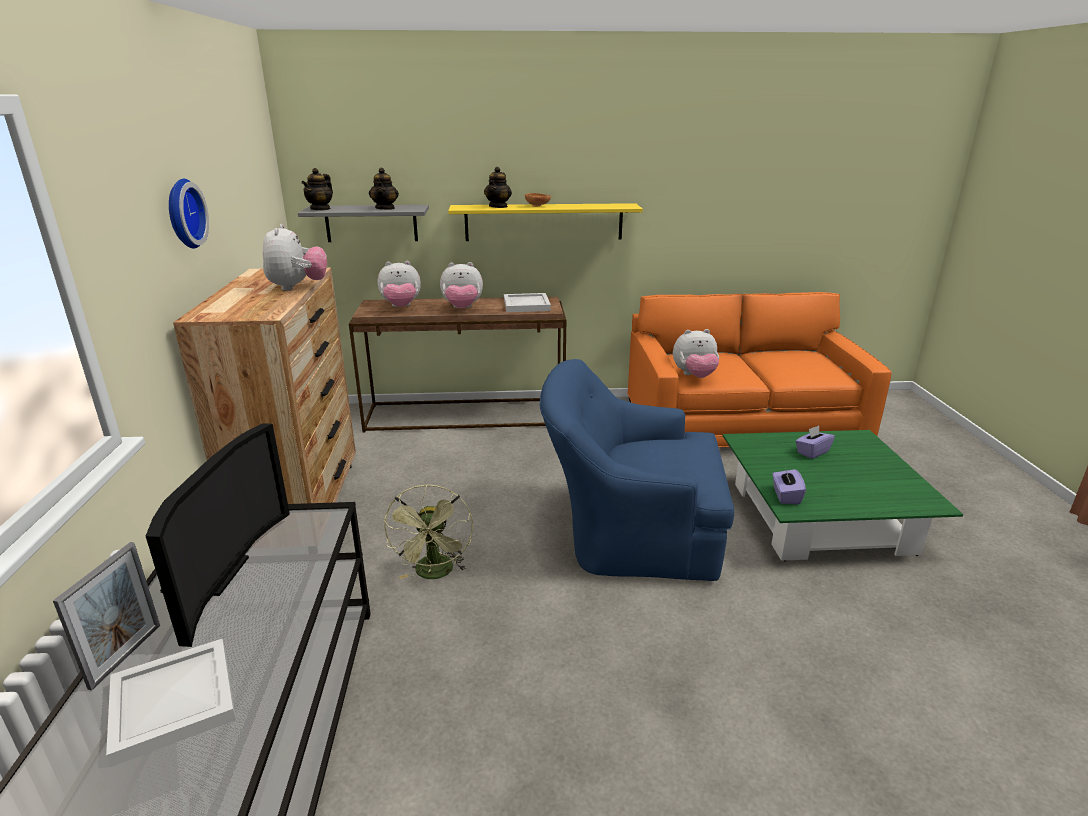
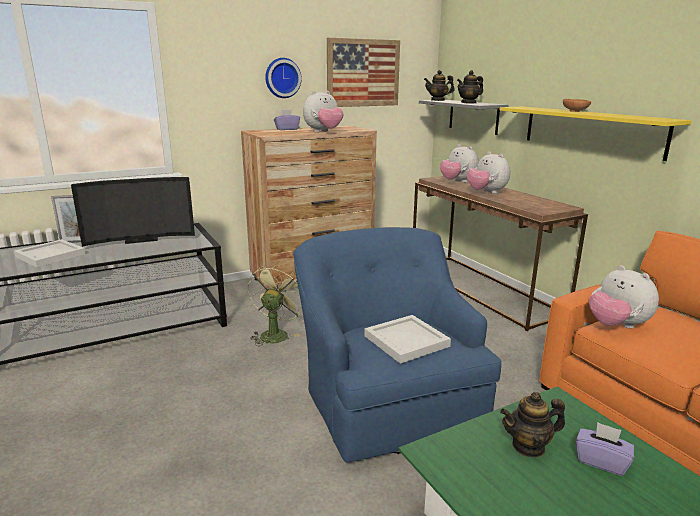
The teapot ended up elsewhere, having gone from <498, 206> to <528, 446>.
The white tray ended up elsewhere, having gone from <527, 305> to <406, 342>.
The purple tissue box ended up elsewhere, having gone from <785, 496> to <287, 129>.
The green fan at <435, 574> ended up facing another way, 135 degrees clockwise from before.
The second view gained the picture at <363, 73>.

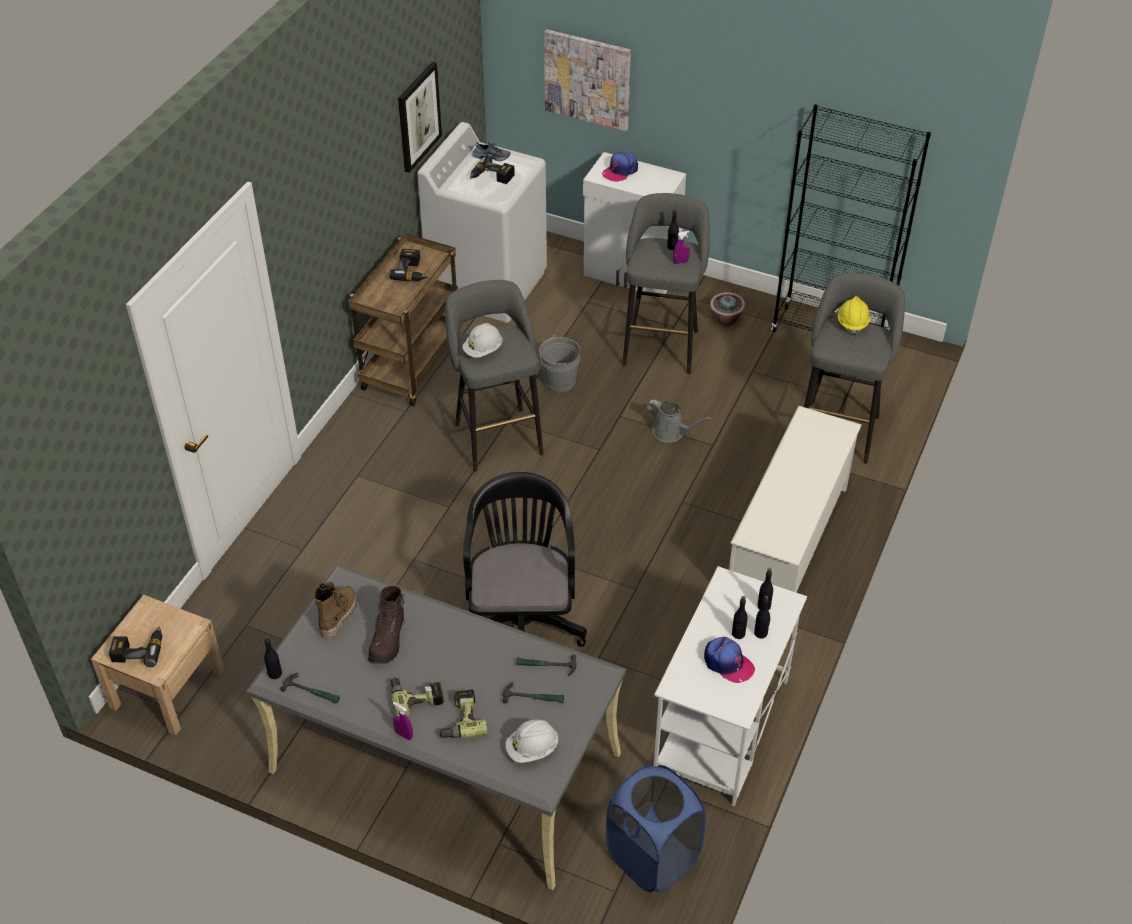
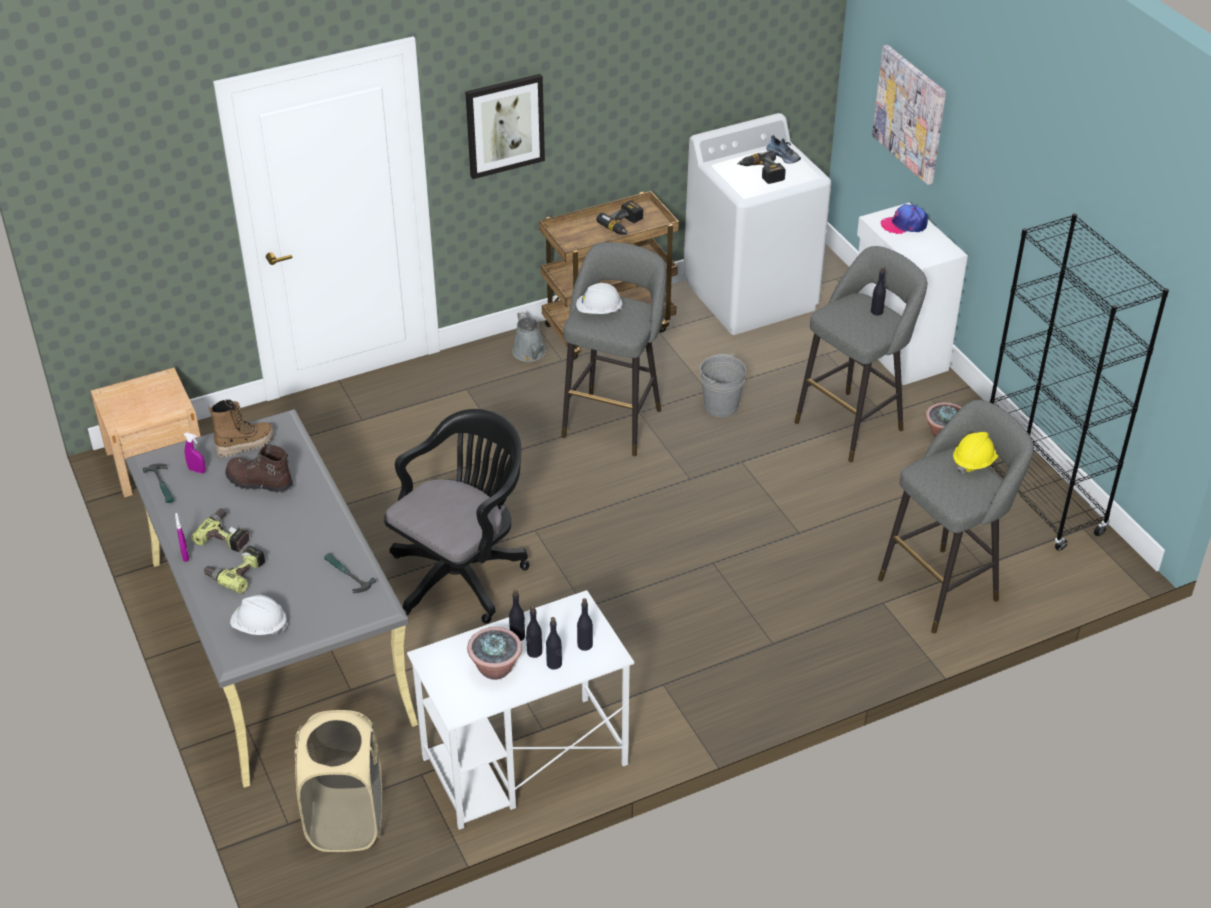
The picture ended up elsewhere, having gone from <418, 116> to <504, 125>.
The purple spray bottle ended up elsewhere, having gone from <681, 262> to <197, 470>.
The grey watering can ended up elsewhere, having gone from <671, 432> to <530, 353>.
The second view lost the white shoe rack at <788, 542>.
The brown boot at <388, 639> ended up facing another way, 60 degrees clockwise from before.
The second view lost the power drill at <139, 649>.
The black bottle ended up elsewhere, having gone from <275, 673> to <517, 636>.
Where the cap stood at <728, 663>, the potted plant came to stand at <496, 668>.
The second view lost the hammer at <533, 697>.
What was the blue laundry basket at <653, 857> turned into the beige laundry basket at <346, 820>.

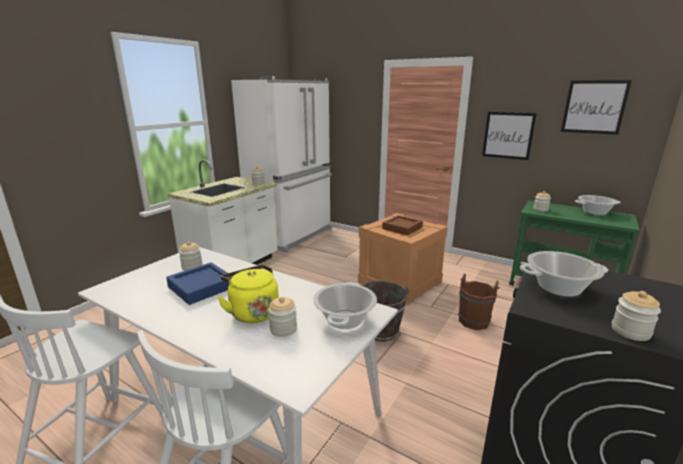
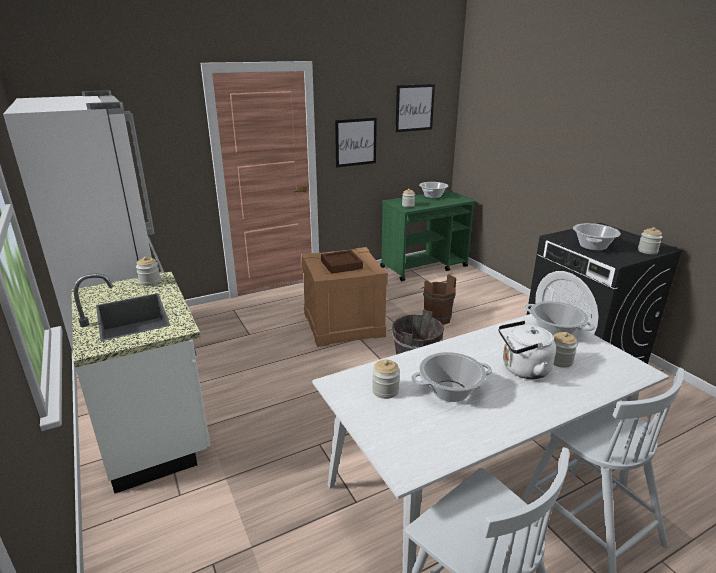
Where the blue tray stood at <201, 287>, the cooking pot came to stand at <450, 391>.
What was the yellow kettle at <253, 312> turned into the white kettle at <522, 369>.

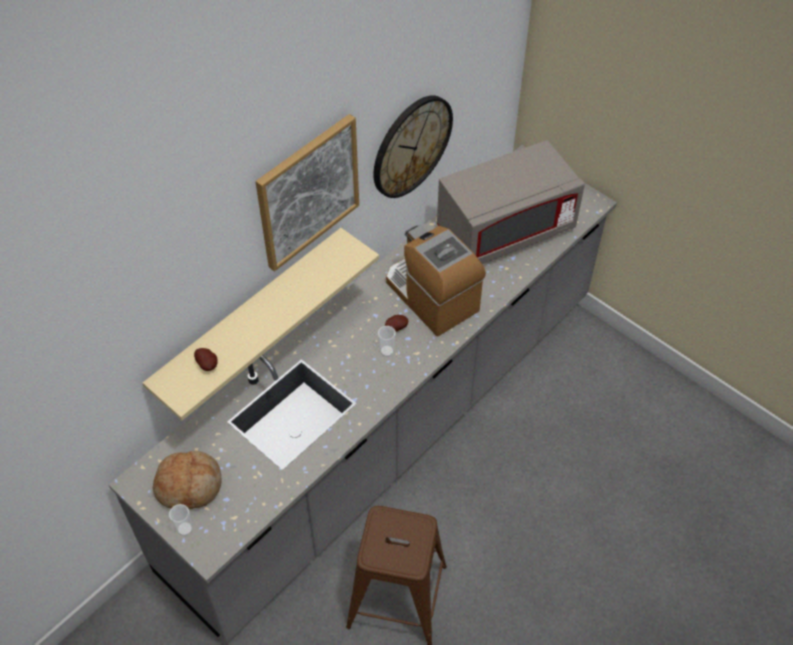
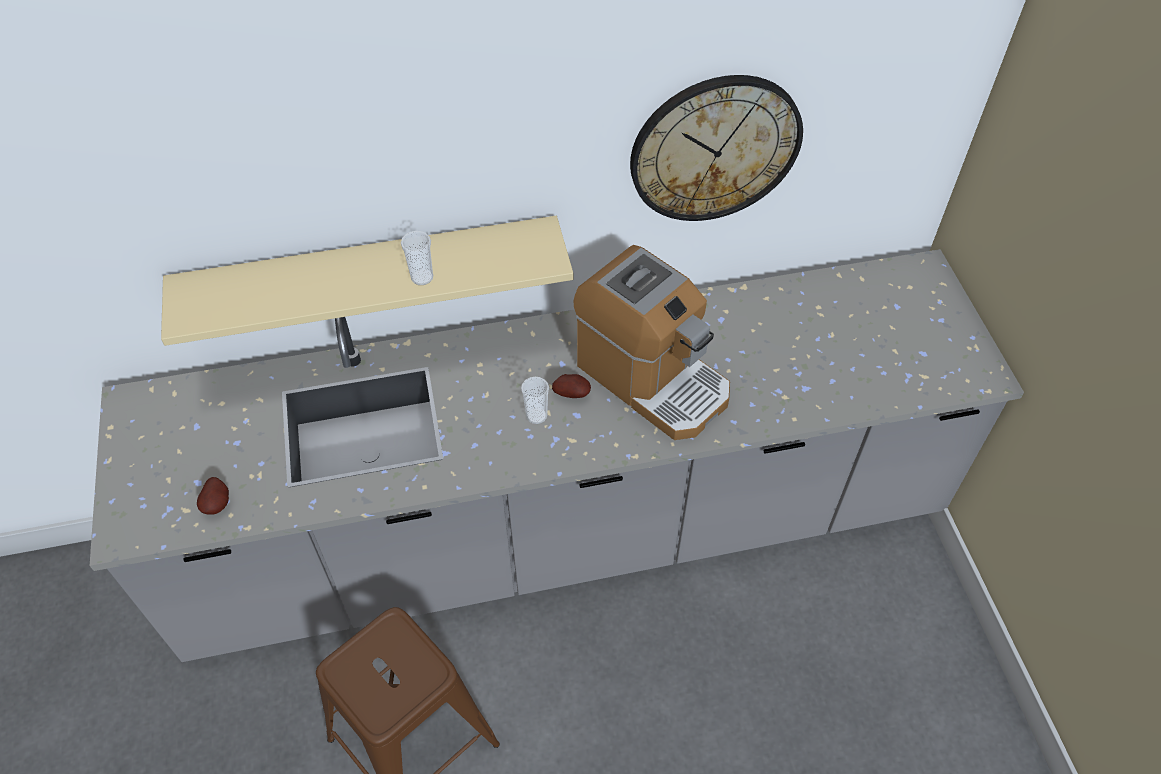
The second view lost the picture at <308, 192>.
The second view lost the grey microwave at <505, 230>.
The coffee machine at <431, 296> ended up facing another way, 135 degrees clockwise from before.
The potato ended up elsewhere, having gone from <208, 364> to <218, 503>.
The second view lost the bread at <189, 485>.
The cup ended up elsewhere, having gone from <185, 529> to <422, 277>.

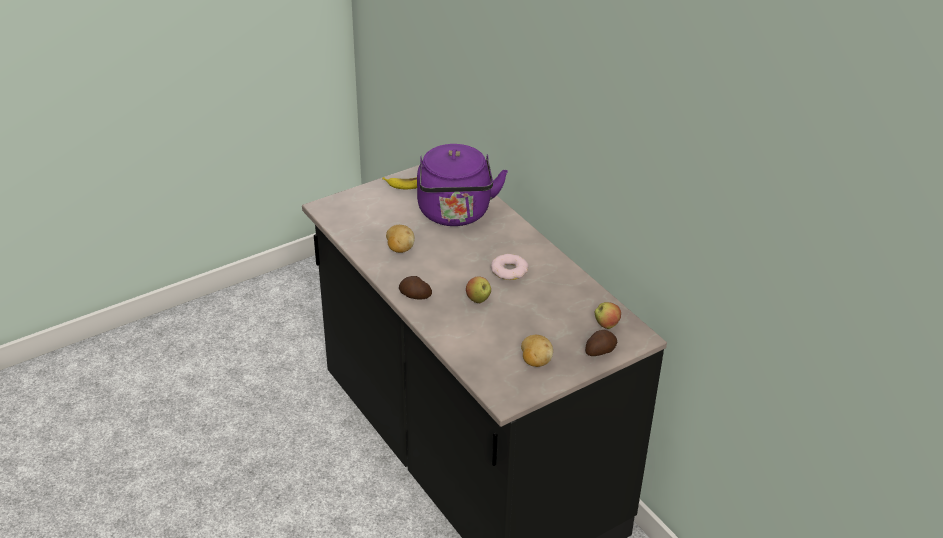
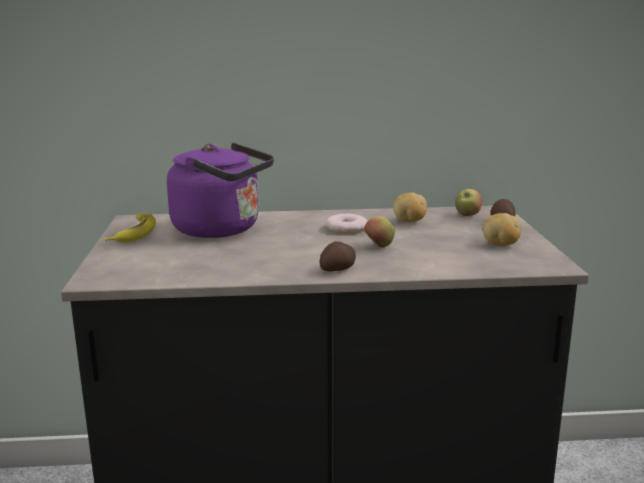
The potato ended up elsewhere, having gone from <399, 249> to <409, 221>.

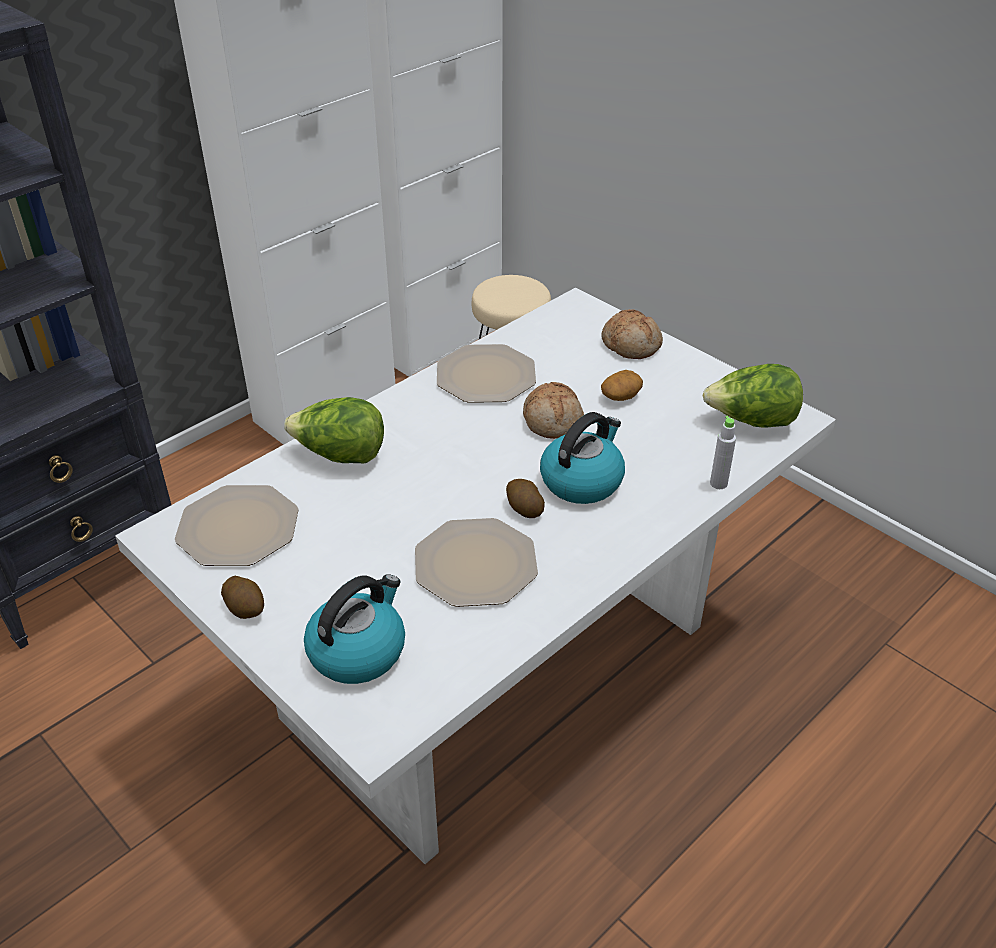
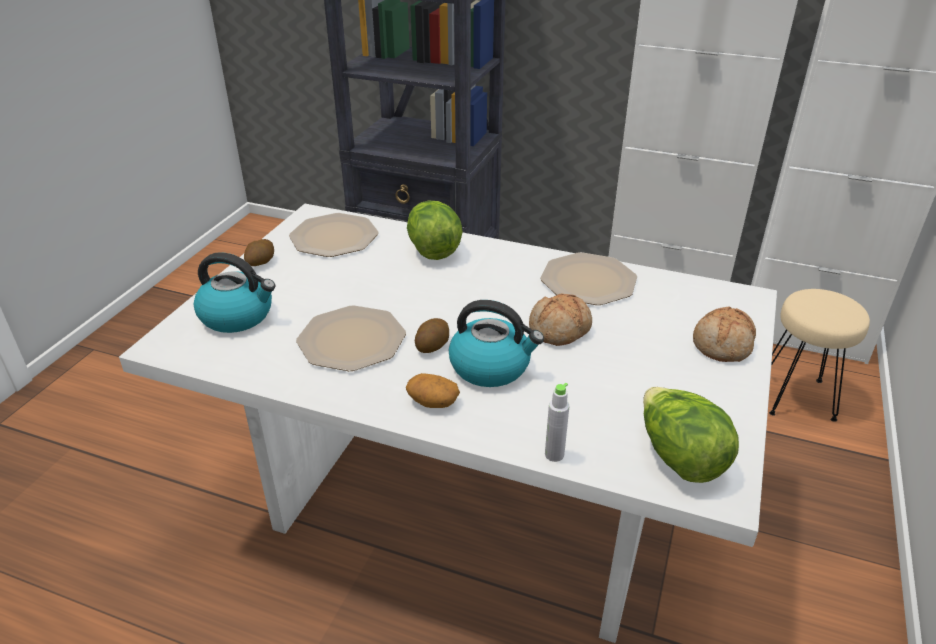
The potato ended up elsewhere, having gone from <621, 396> to <432, 401>.

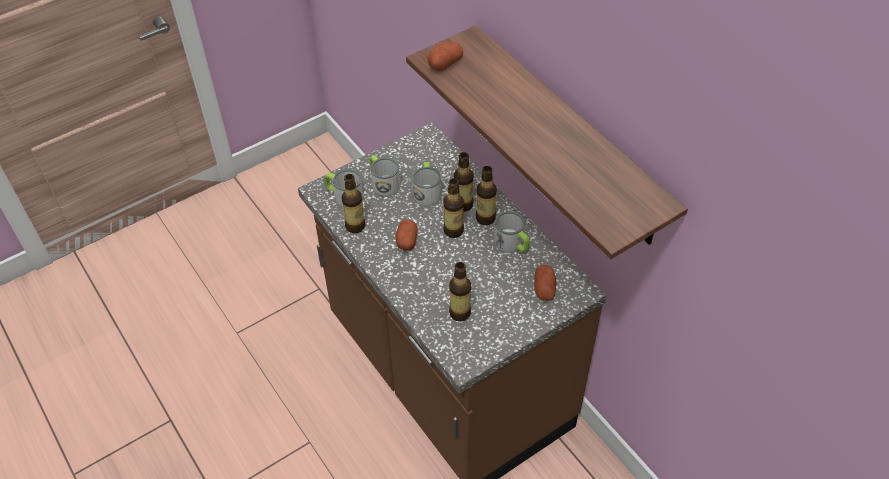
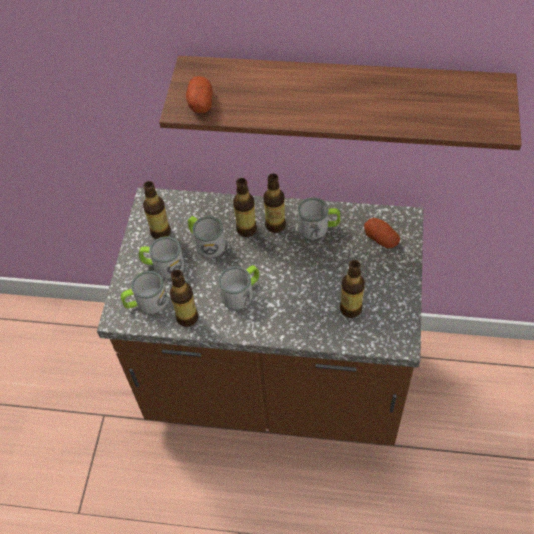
The bottle ended up elsewhere, having gone from <453, 230> to <160, 232>.
Where the potato stood at <406, 240>, the mug came to stand at <241, 292>.

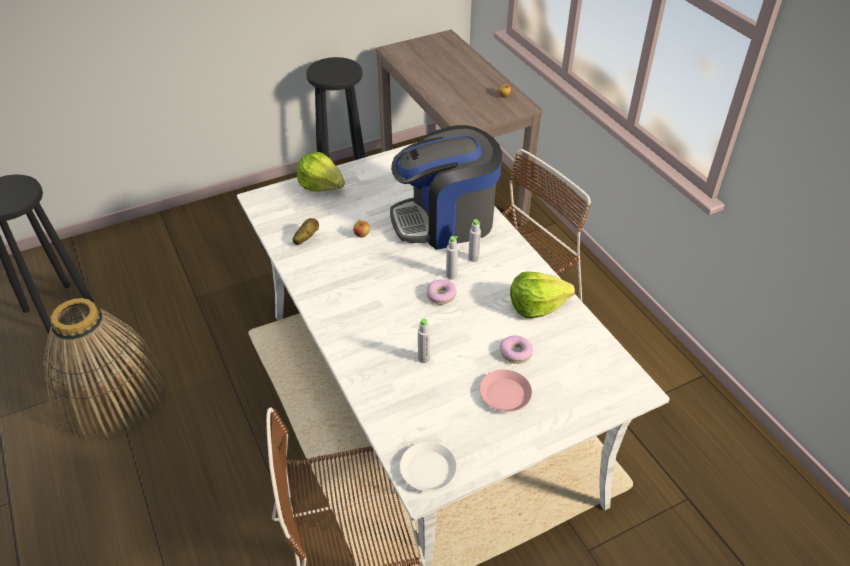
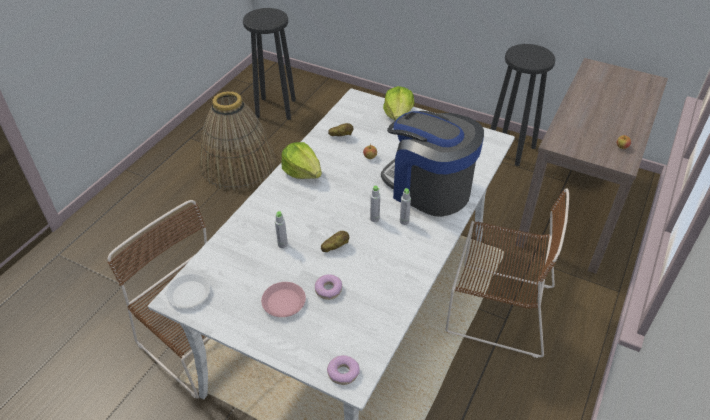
The lettuce ended up elsewhere, having gone from <536, 305> to <302, 172>.
The donut ended up elsewhere, having gone from <441, 295> to <343, 373>.
The second view gained the potato at <335, 247>.

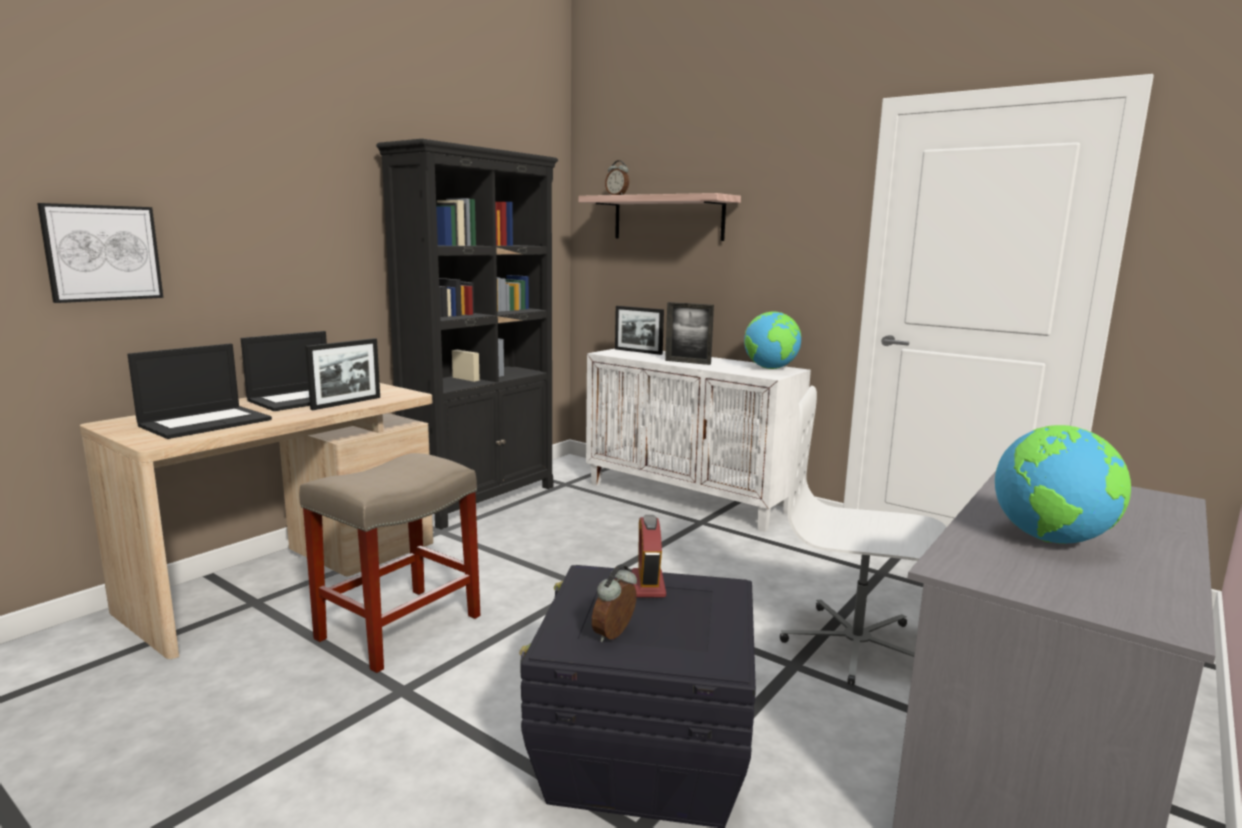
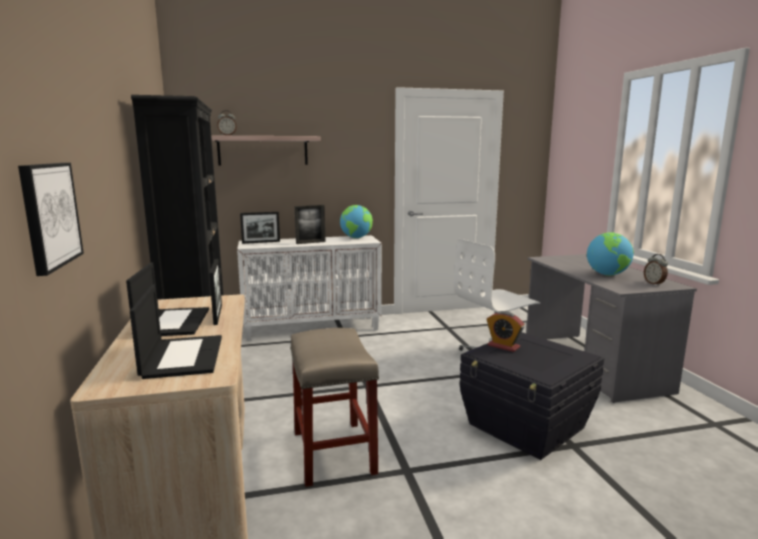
The alarm clock ended up elsewhere, having gone from <615, 635> to <654, 283>.

